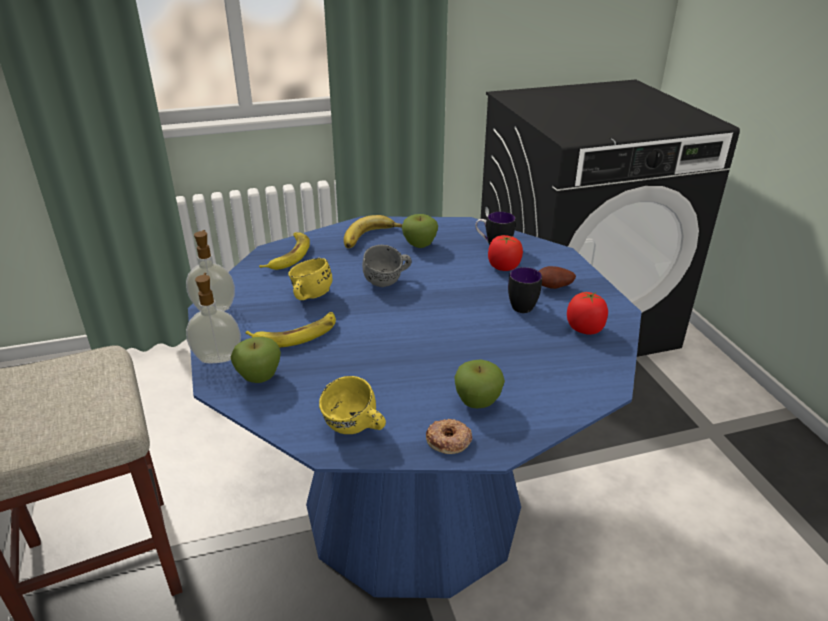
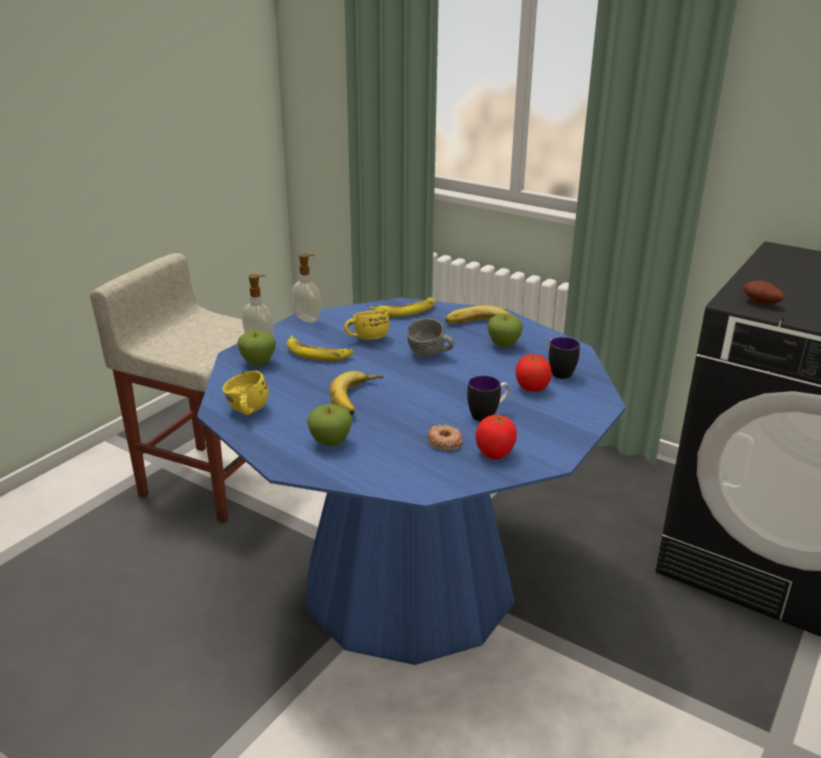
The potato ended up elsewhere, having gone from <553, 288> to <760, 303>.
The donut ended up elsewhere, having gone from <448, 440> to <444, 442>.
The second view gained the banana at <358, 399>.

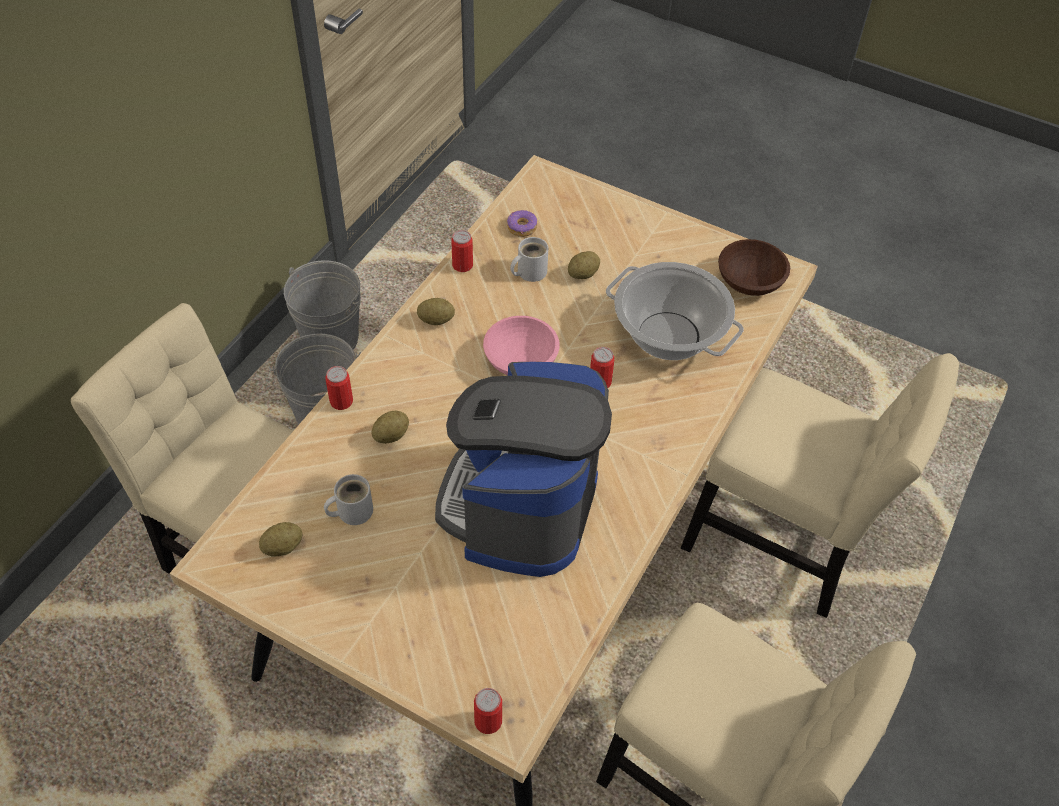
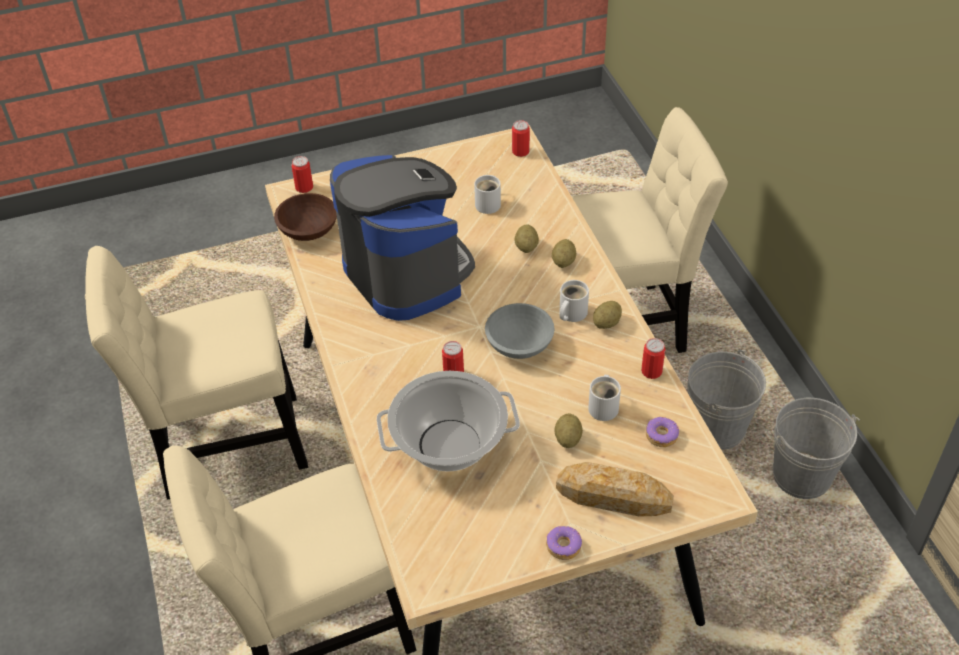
The brown bowl ended up elsewhere, having gone from <751, 281> to <308, 231>.
What was the pink bowl at <522, 361> turned into the grey bowl at <518, 345>.
The can ended up elsewhere, having gone from <341, 401> to <520, 151>.
The potato ended up elsewhere, having gone from <283, 547> to <563, 262>.
The second view gained the white mug at <571, 313>.
The second view gained the bread at <613, 496>.
The second view gained the donut at <563, 546>.

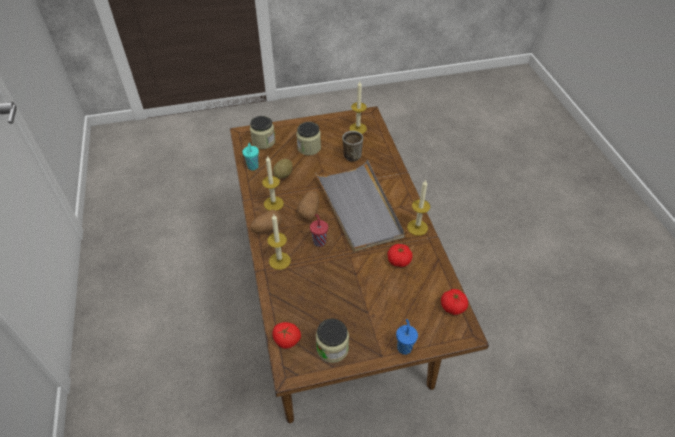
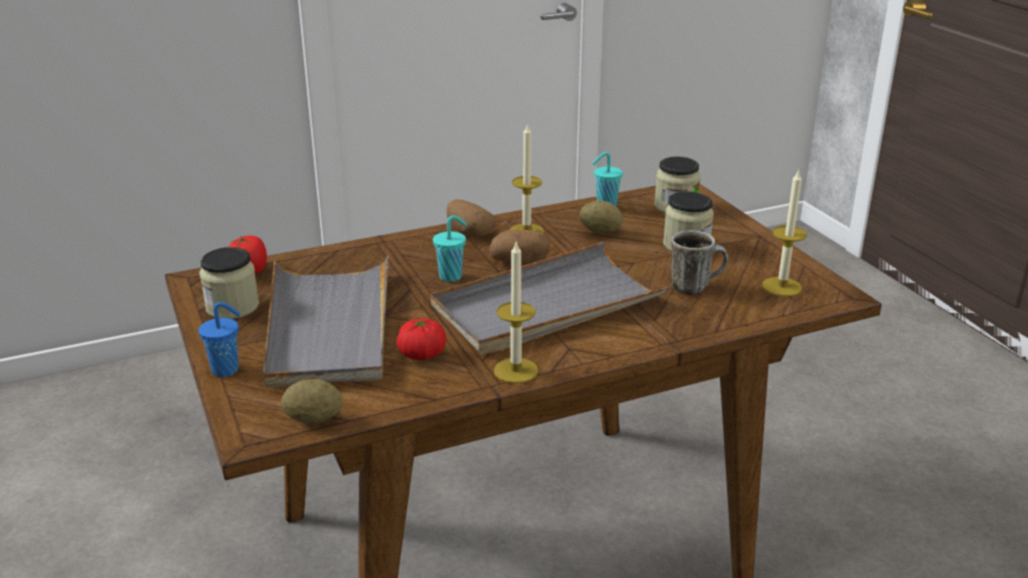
The second view lost the candle at <279, 261>.
What was the red cup at <319, 241> turned into the turquoise cup at <452, 276>.
Where the tomato stood at <452, 307>, the potato came to stand at <313, 419>.
The second view gained the grey tray at <329, 326>.

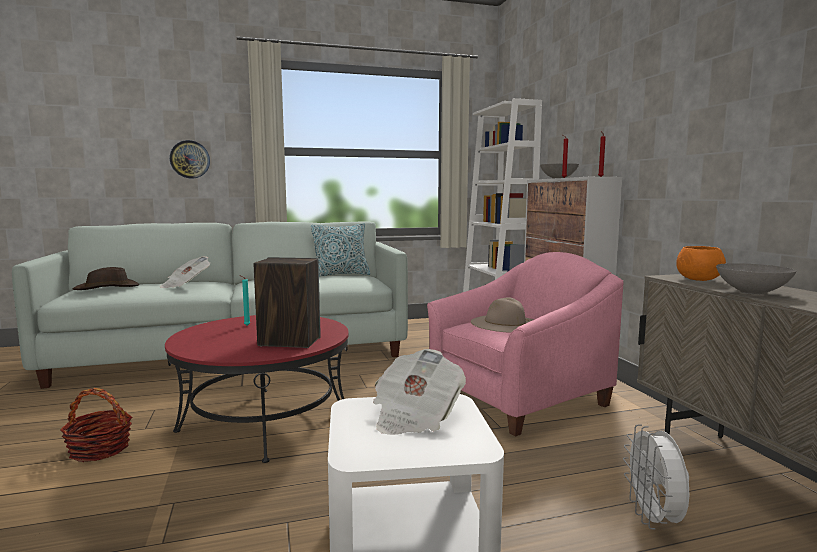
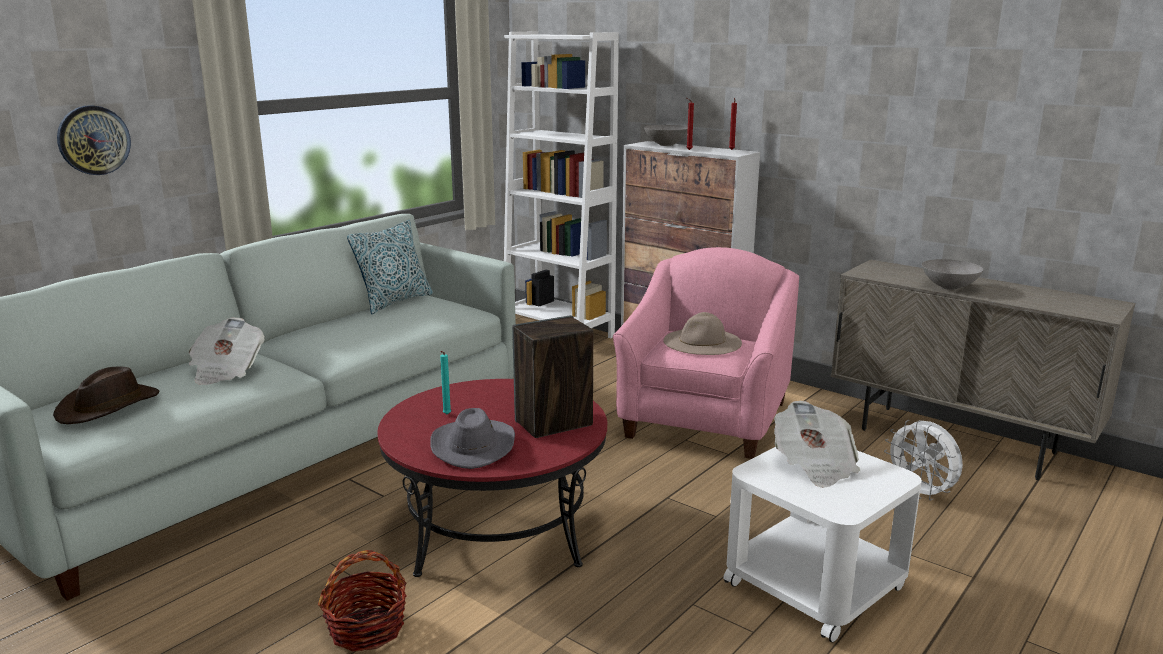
The second view lost the orange bowl at <698, 279>.
The second view gained the grey hat at <473, 446>.

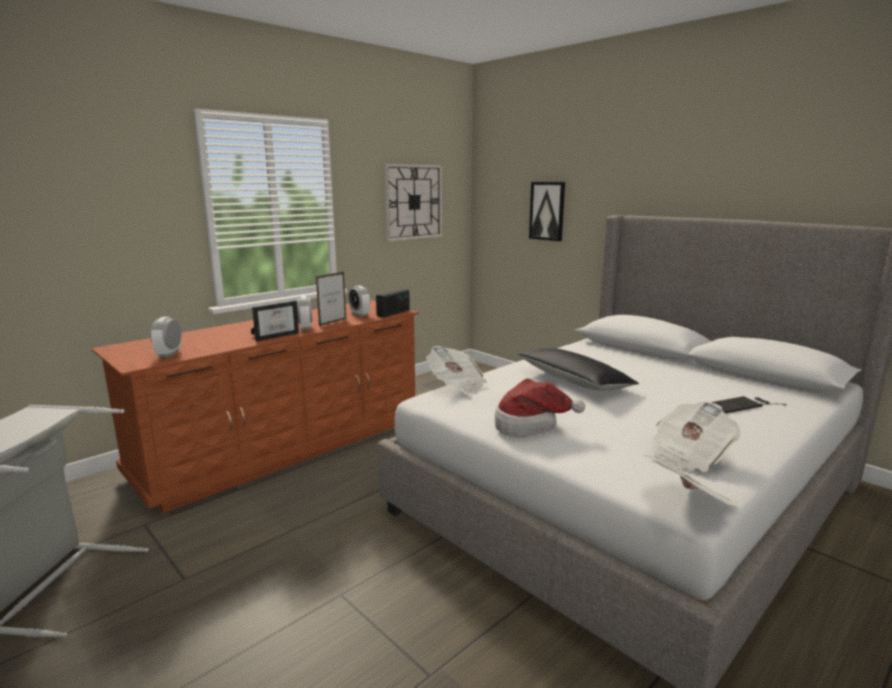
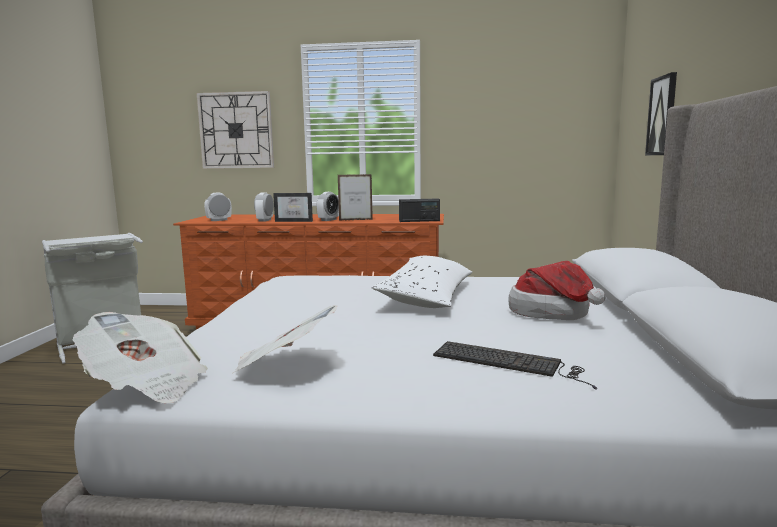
The wall clock ended up elsewhere, having gone from <413, 202> to <236, 130>.
The alarm clock ended up elsewhere, having gone from <360, 314> to <265, 220>.
The second view lost the newspaper at <456, 385>.
What was the black pillow at <574, 381> turned into the white pillow at <427, 296>.
The hat ended up elsewhere, having gone from <530, 425> to <554, 313>.

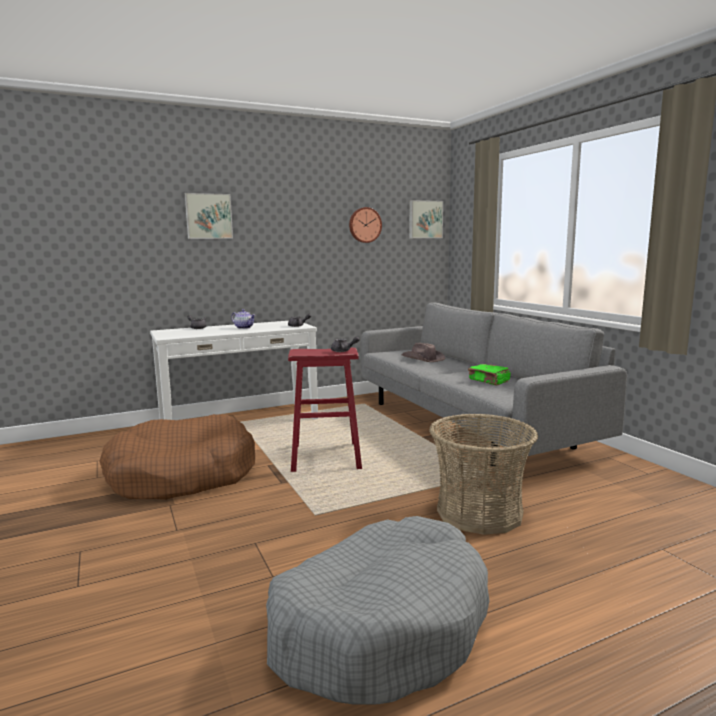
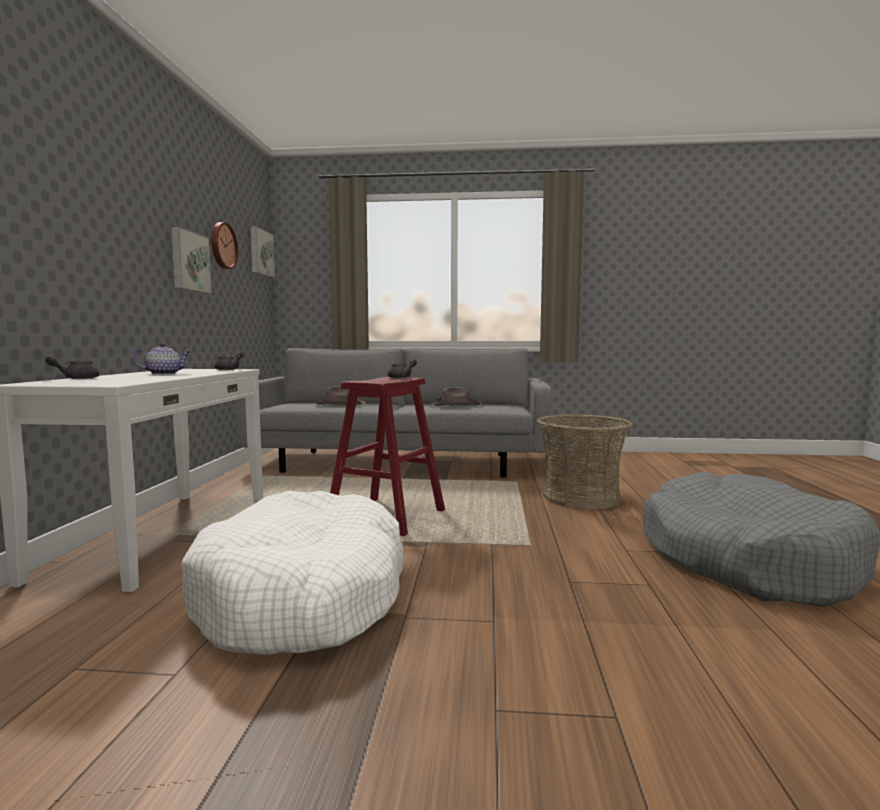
The picture ended up elsewhere, having gone from <208, 216> to <189, 261>.
Where the green book stood at <489, 381>, the brown hat came to stand at <456, 405>.
What was the brown dog bed at <182, 475> turned into the white dog bed at <303, 596>.

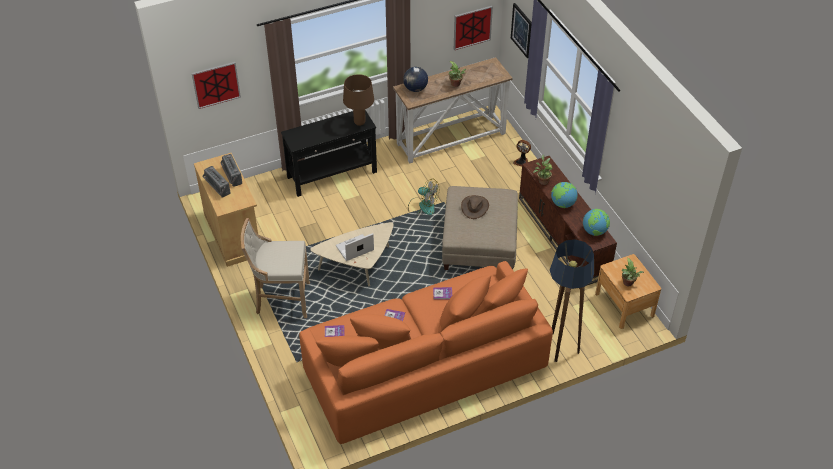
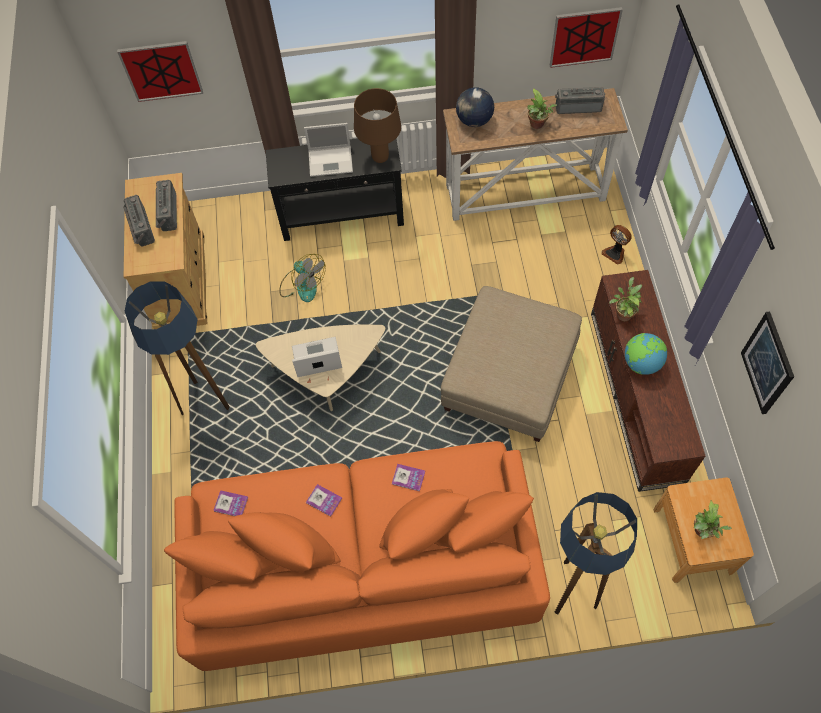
The picture ended up elsewhere, having gone from <522, 30> to <767, 363>.
The fan ended up elsewhere, having gone from <422, 206> to <302, 285>.
The second view lost the brown hat at <474, 207>.
The second view lost the globe at <594, 231>.
Where the beige stool stood at <281, 299>, the floor lamp came to stand at <206, 402>.
The second view gained the radio at <578, 106>.
The second view gained the laptop at <331, 161>.

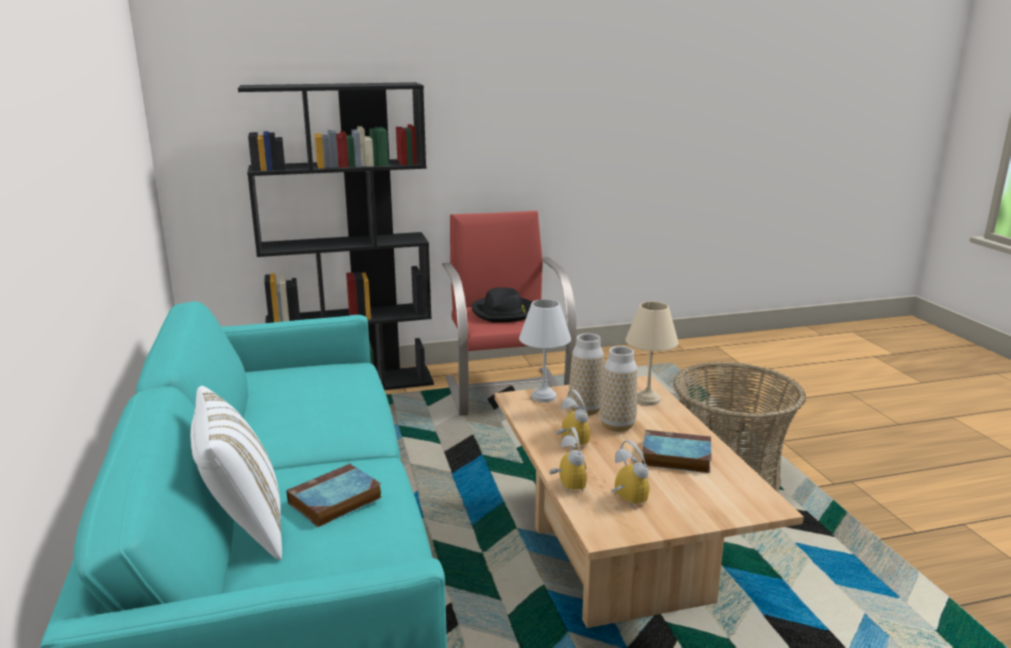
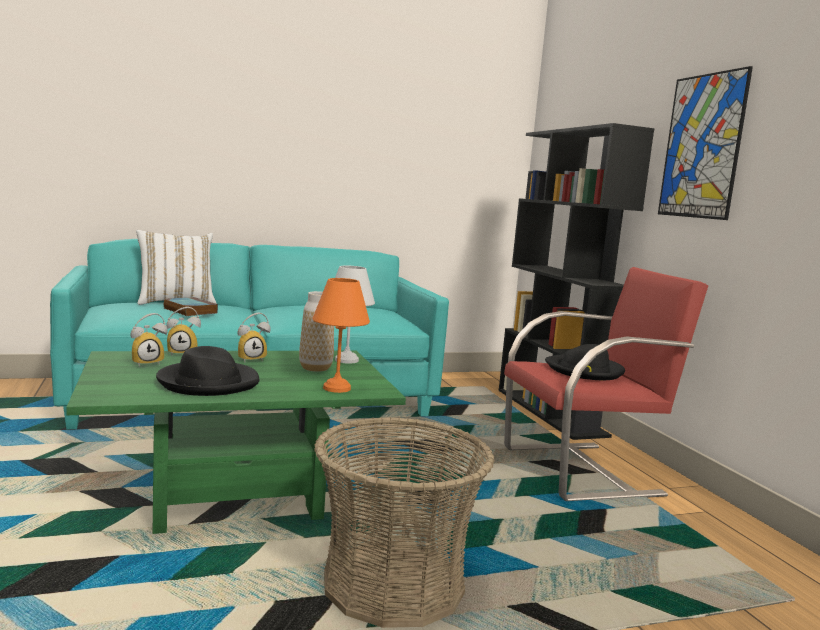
What was the beige table lamp at <646, 400> turned into the orange table lamp at <336, 388>.
The second view lost the vase at <617, 425>.
What was the beige coffee table at <619, 564> turned into the green coffee table at <235, 498>.
Where the book stood at <674, 457>, the black hat came to stand at <208, 382>.
The second view gained the picture at <702, 146>.

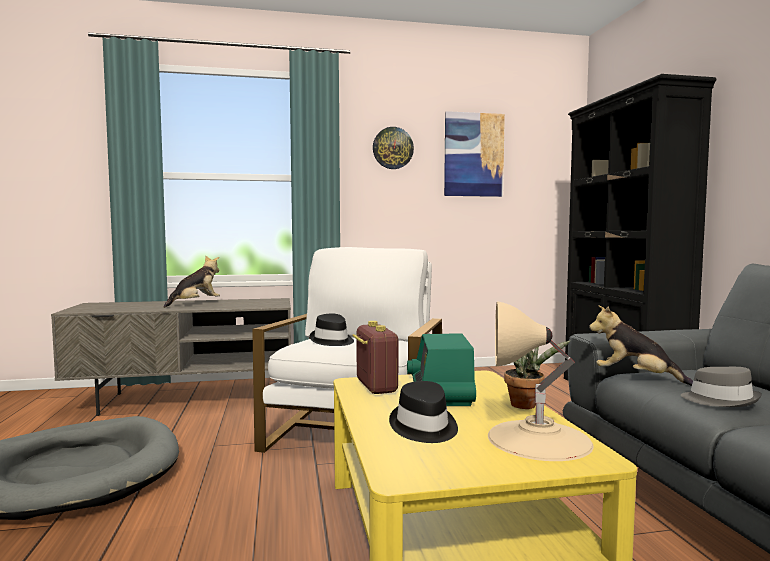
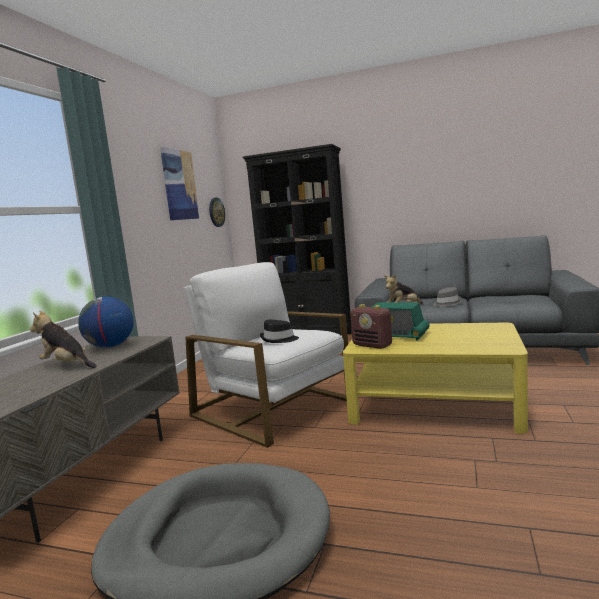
The wall clock ended up elsewhere, having gone from <392, 148> to <216, 212>.
The plush toy at <196, 304> ended up facing another way, 45 degrees counterclockwise from before.
The second view lost the beige table lamp at <538, 439>.
The radio at <376, 387> ended up facing another way, 150 degrees counterclockwise from before.
The second view lost the potted plant at <527, 405>.
The second view lost the black hat at <423, 427>.
The second view gained the globe at <110, 346>.

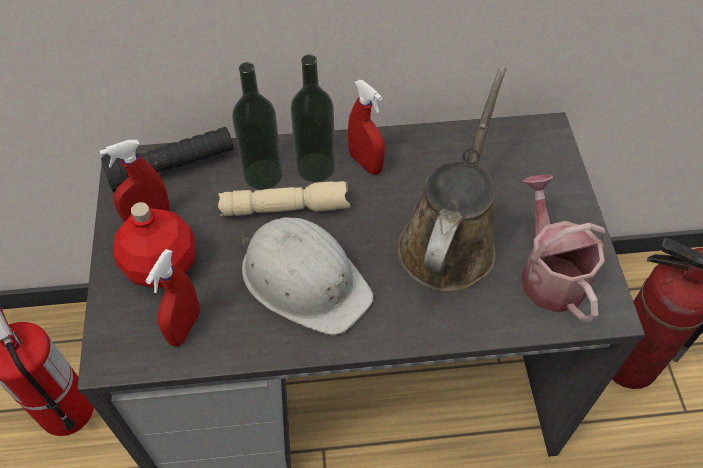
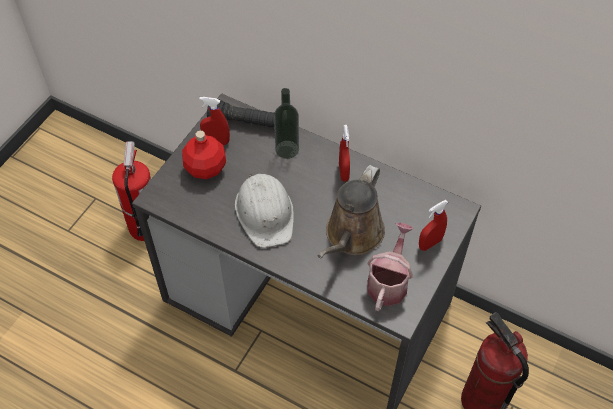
The second view lost the bottle at <315, 167>.
The brown watering can at <449, 240> ended up facing another way, 150 degrees clockwise from before.
The second view lost the beige flashlight at <286, 207>.
The red spray bottle ended up elsewhere, having gone from <184, 327> to <430, 243>.

